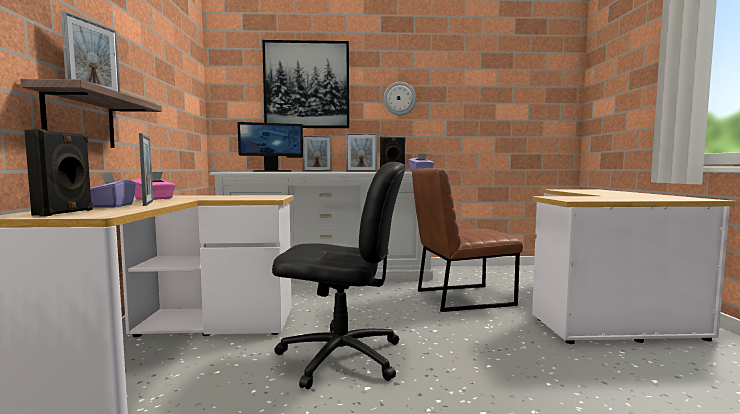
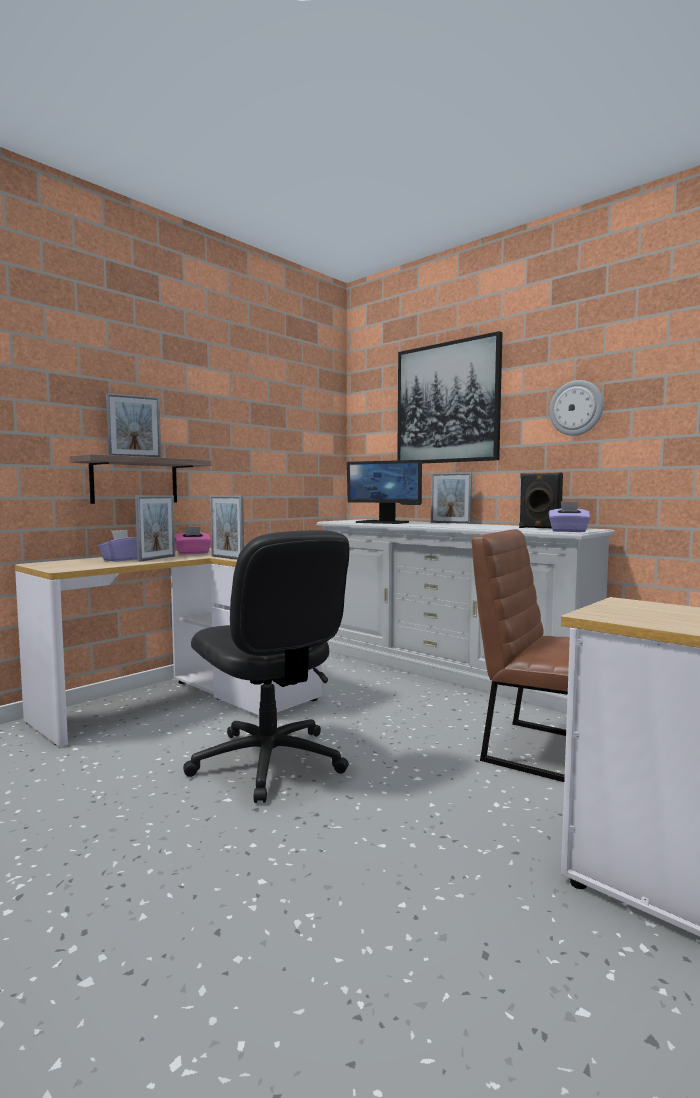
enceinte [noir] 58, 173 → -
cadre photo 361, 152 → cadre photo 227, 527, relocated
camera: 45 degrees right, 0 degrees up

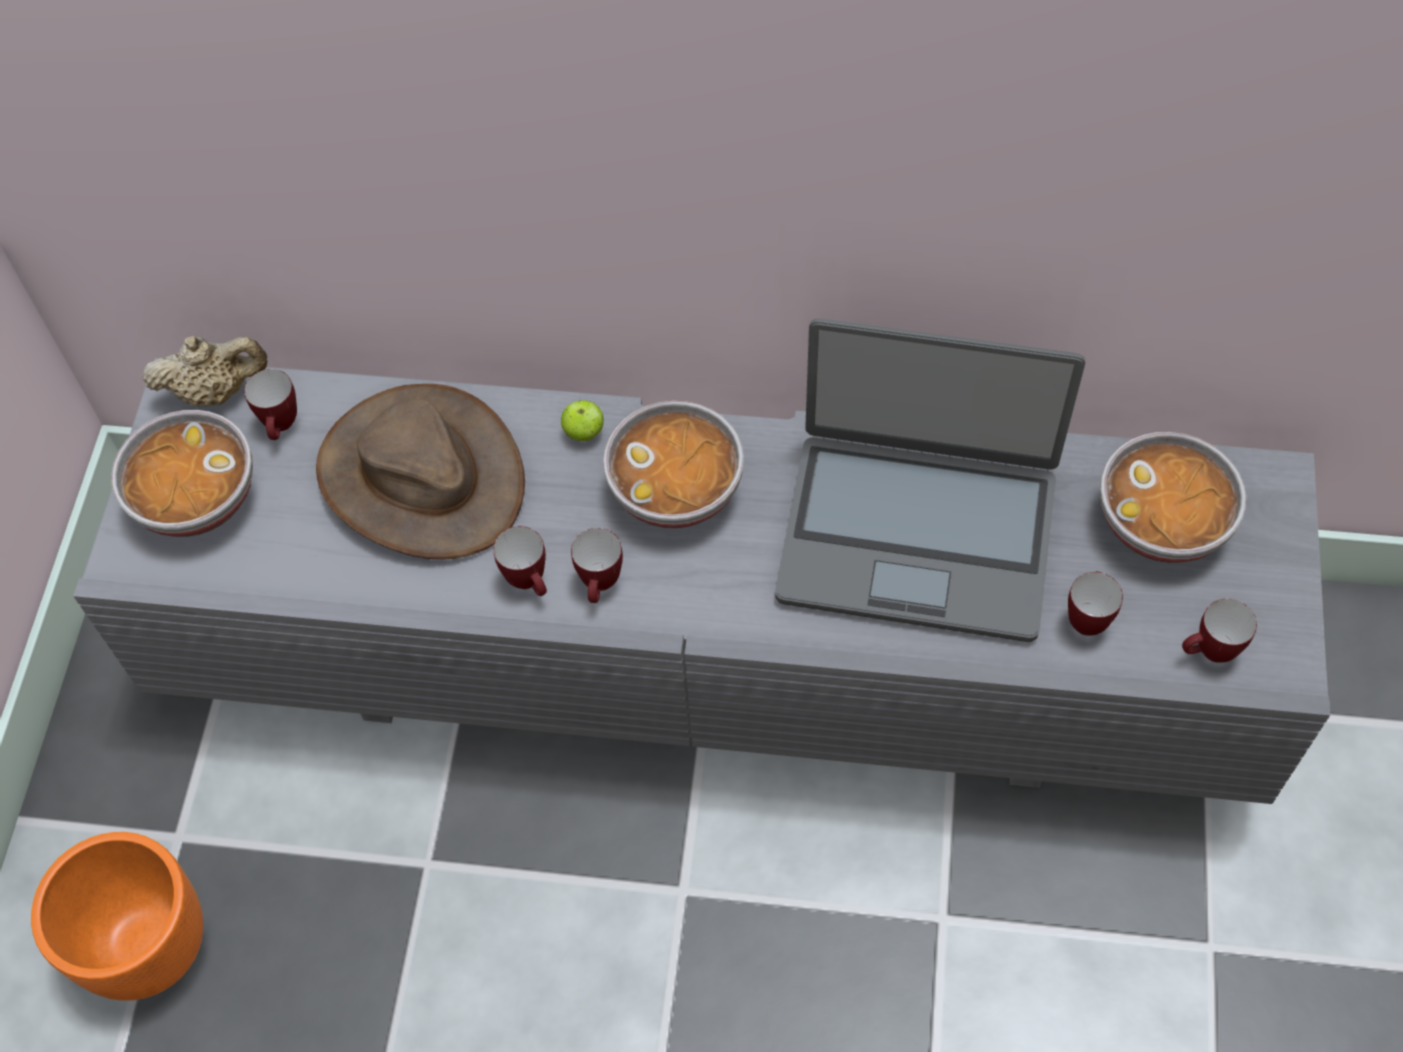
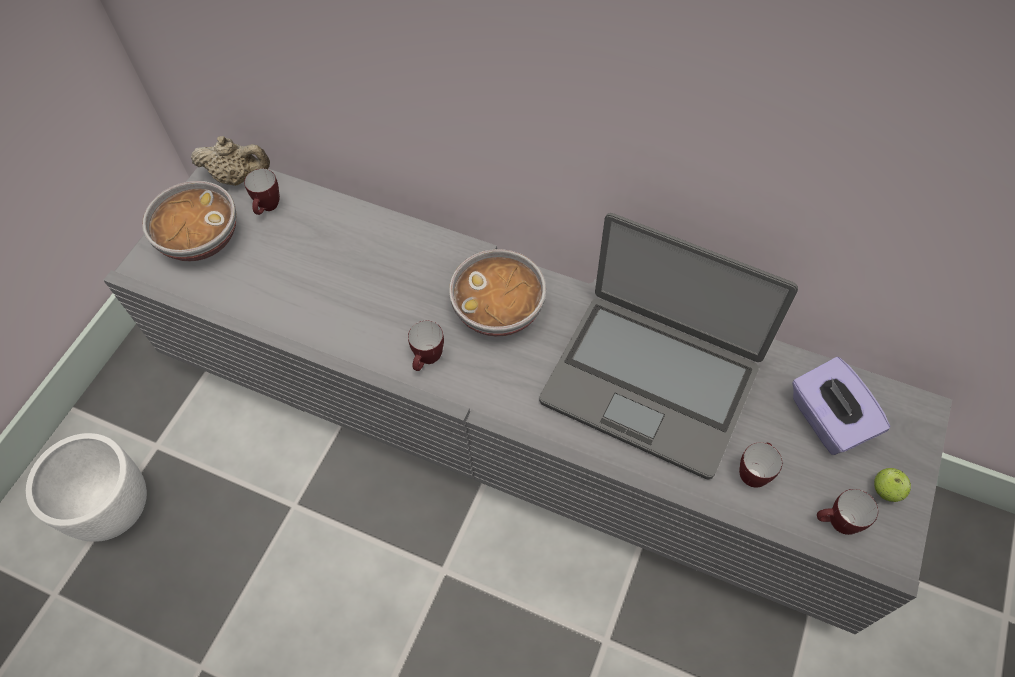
chapeau [marron] 420, 472 → -
pomme 582, 420 → pomme 892, 485, relocated
bol 1173, 497 → boîte à mouchoirs [violet] 841, 406
mug 520, 561 → -
cache-pot [orange] 117, 916 → cache-pot [blanc] 86, 487
camera: 15 degrees right, 0 degrees up

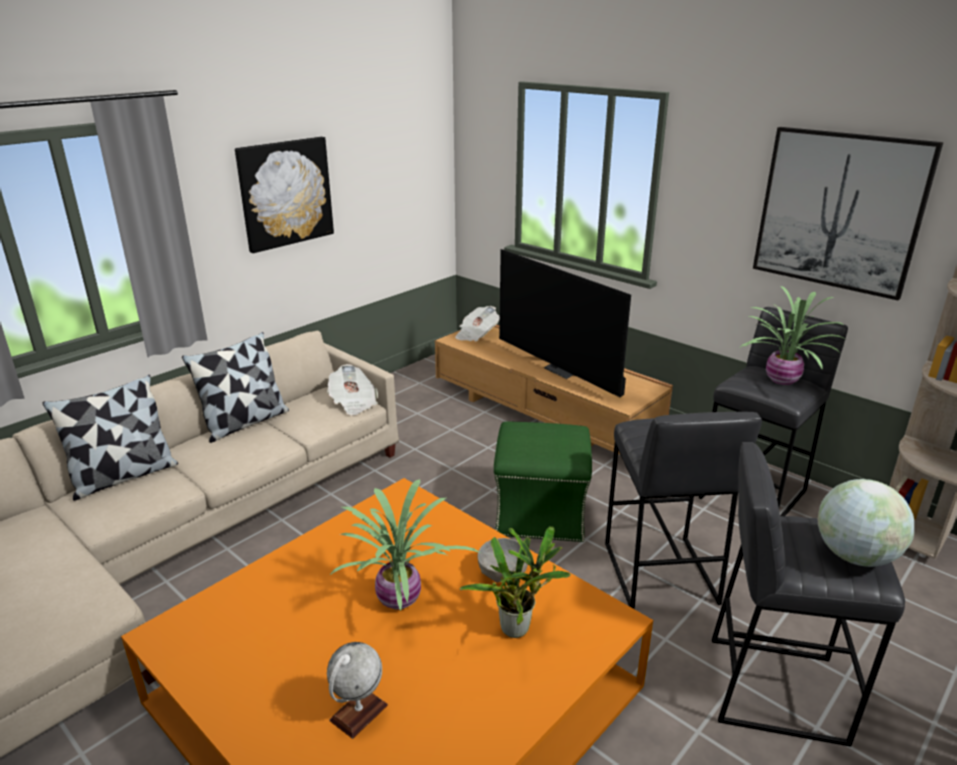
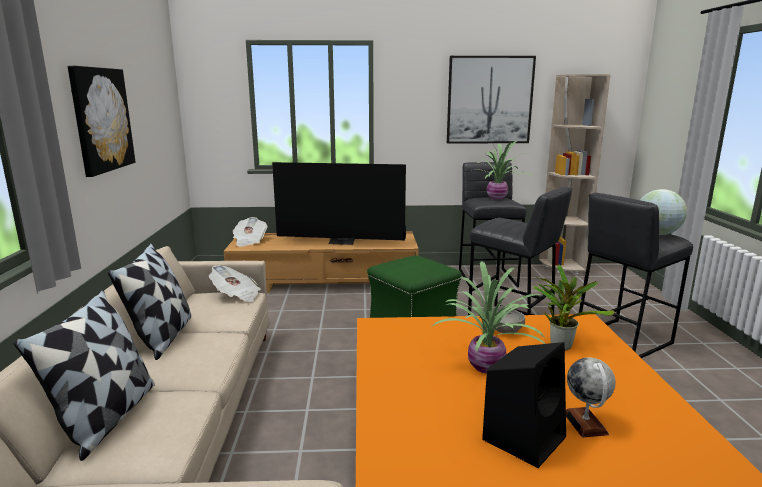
- → enceinte [noir] 524, 405
camera: 45 degrees left, 10 degrees down

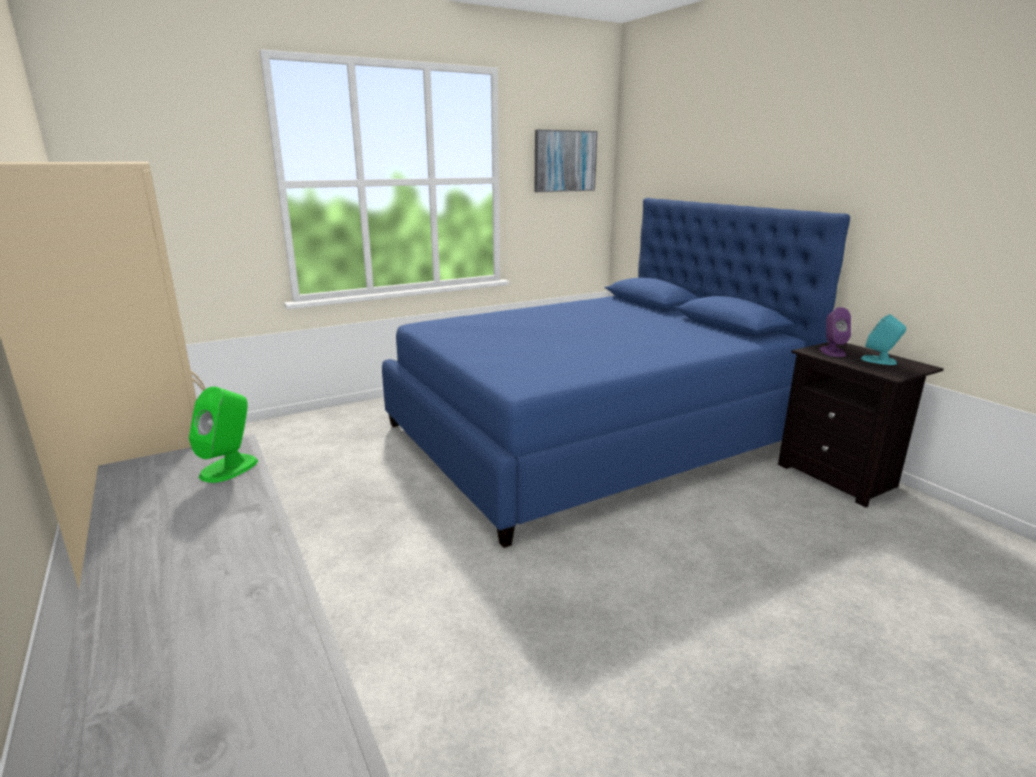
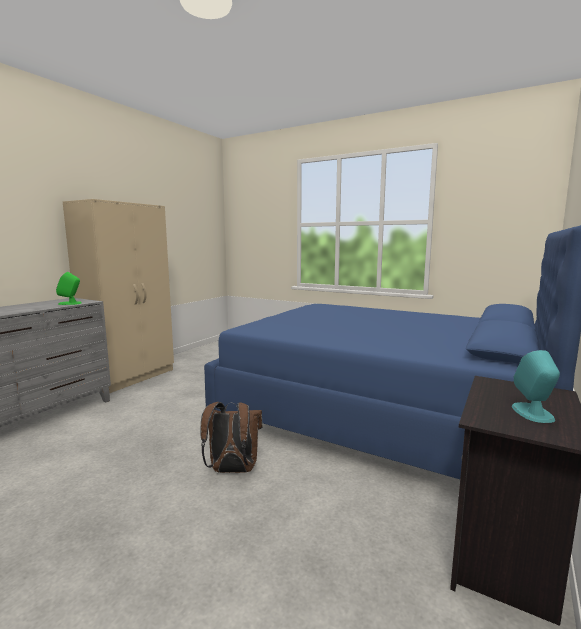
tableau 566, 161 → -
enceinte [violet] 835, 332 → -
- → sac à dos [marron] 231, 437
camera: 60 degrees right, 10 degrees down

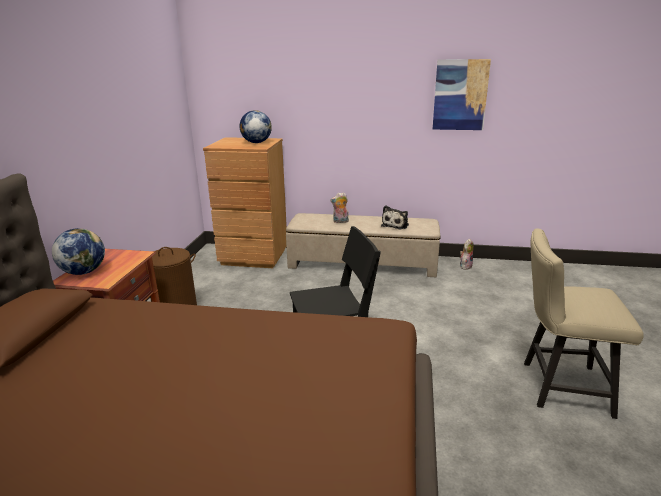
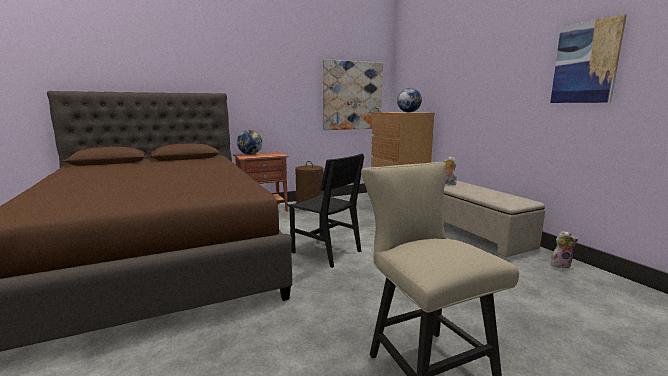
peluche 395, 217 → -
- → tableau 353, 94
camera: 55 degrees right, 10 degrees down

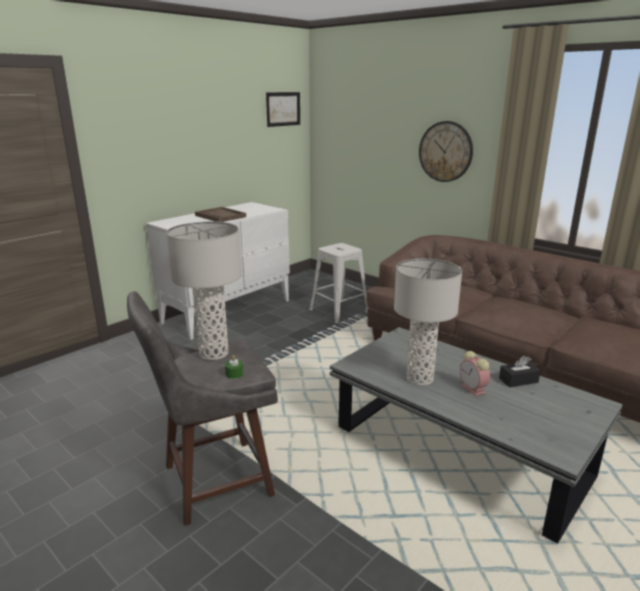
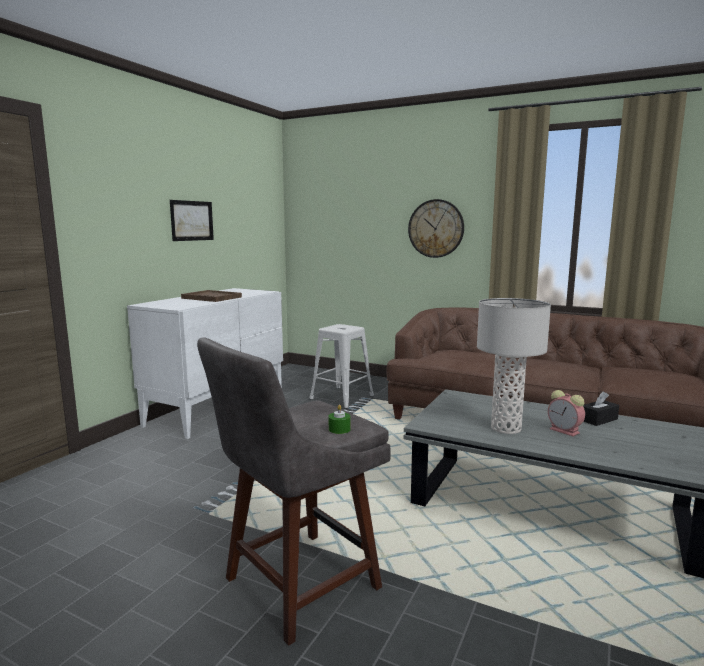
tableau 283, 109 → tableau 192, 220, relocated
lampe de table [blanc] 204, 290 → -
camera: 15 degrees left, 10 degrees down

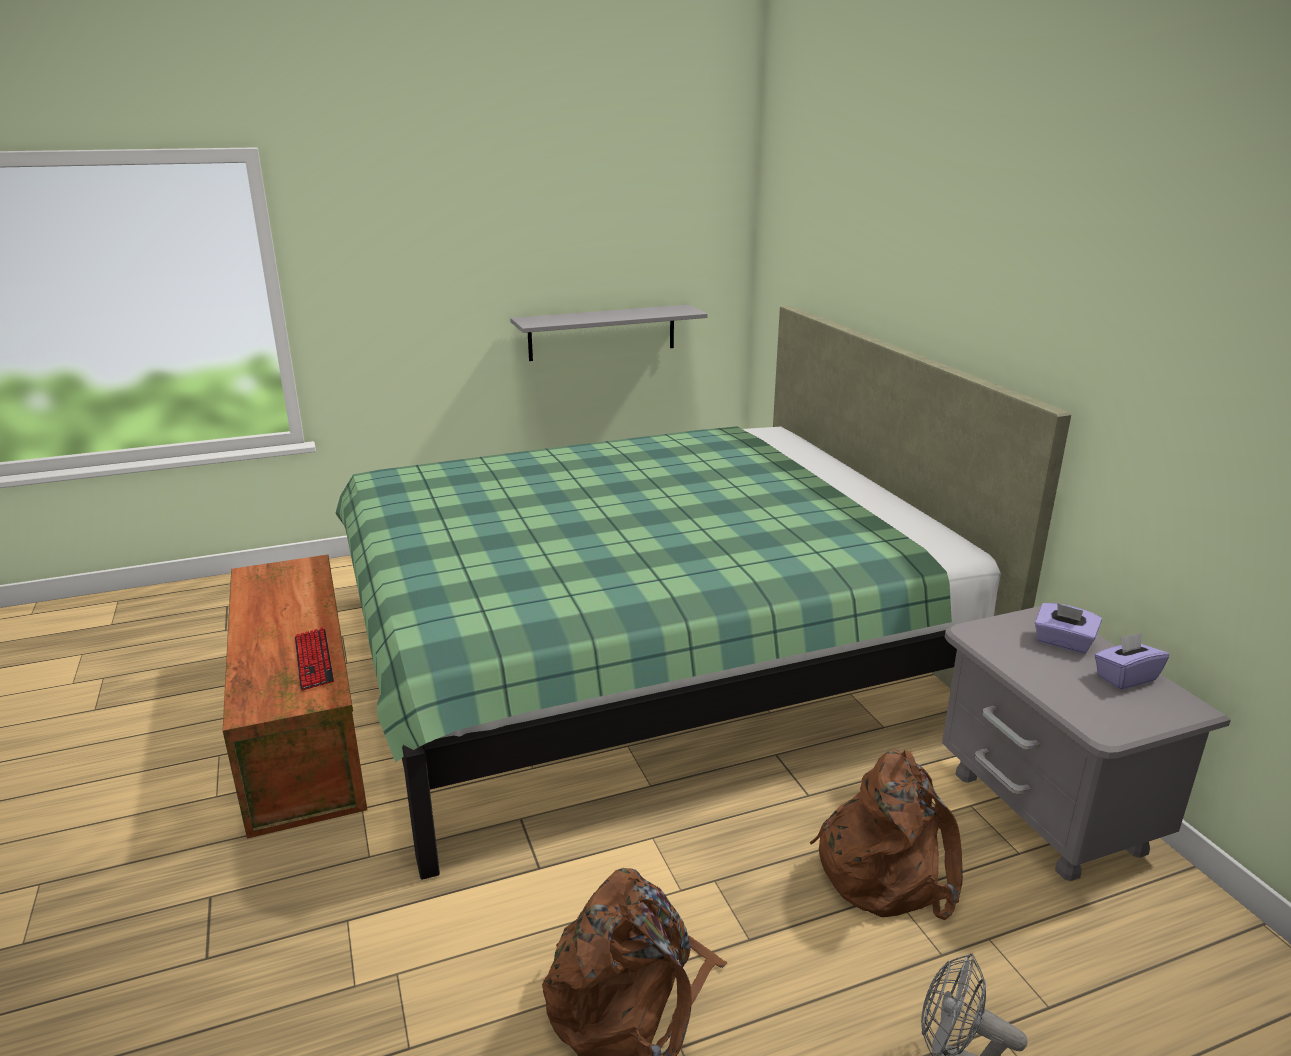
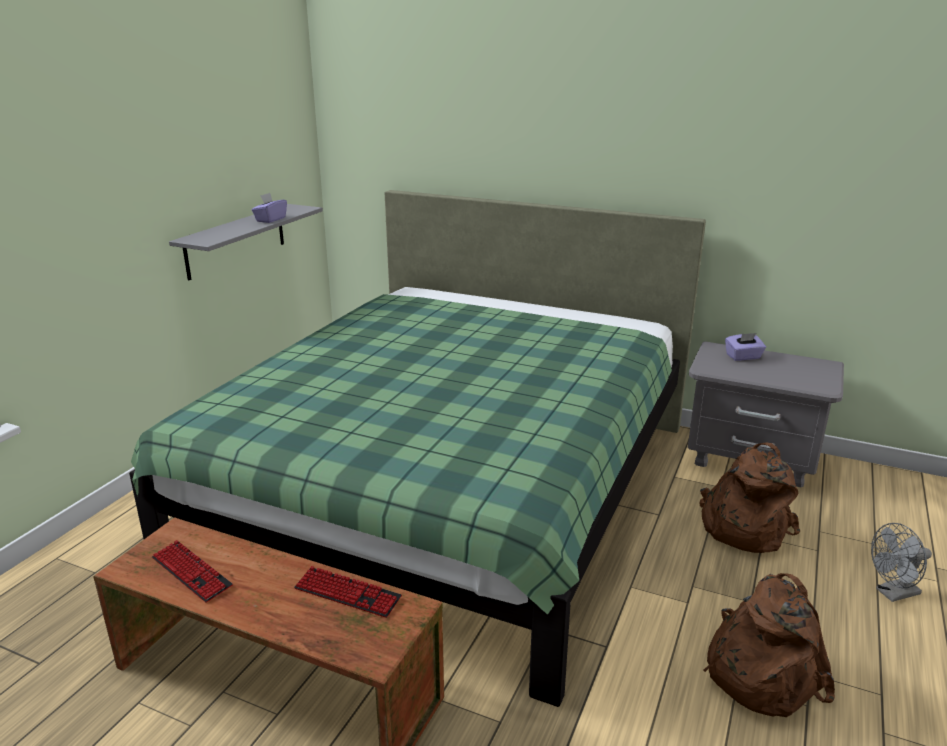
boîte à mouchoirs [violet] 1131, 661 → boîte à mouchoirs [violet] 269, 208, relocated
- → clavier 192, 571
camera: 45 degrees left, 0 degrees up

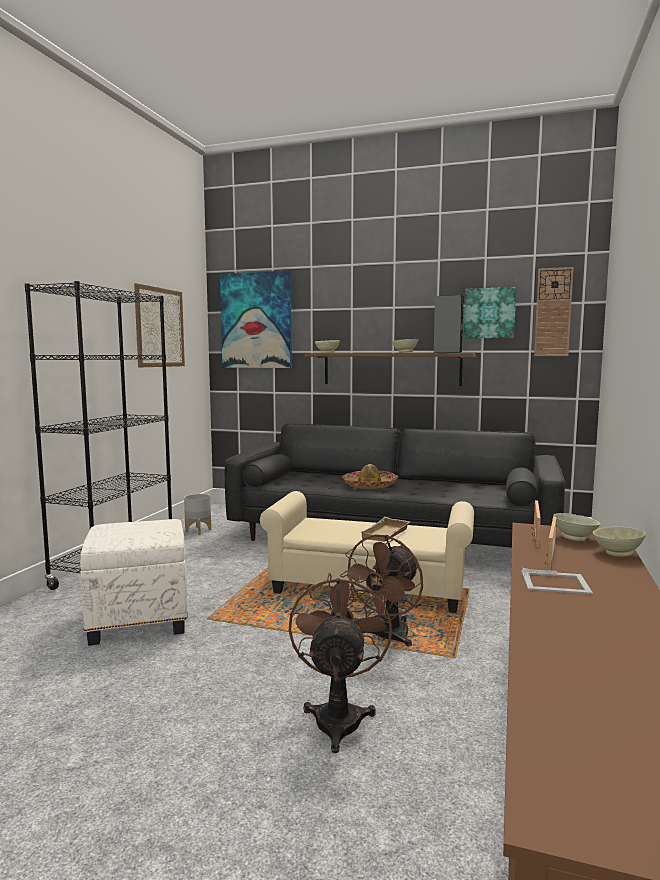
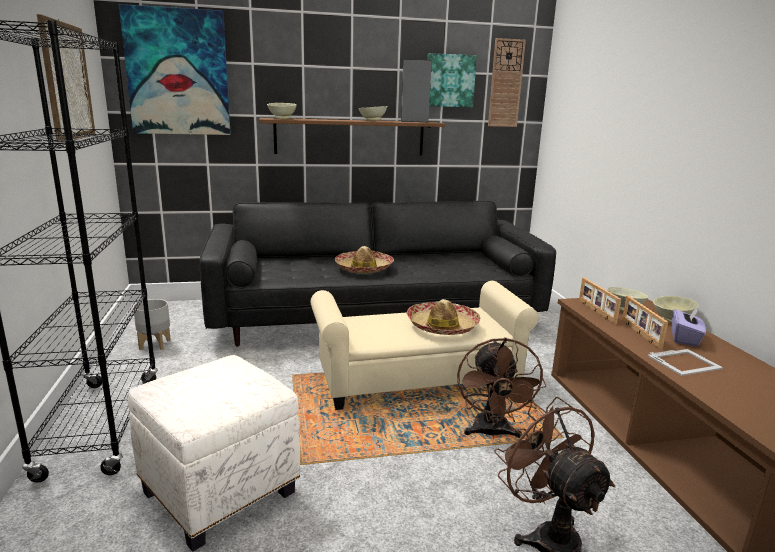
plateau [beige] 386, 529 → chapeau 443, 317
- → boîte à mouchoirs [violet] 689, 326
camera: 30 degrees left, 10 degrees up

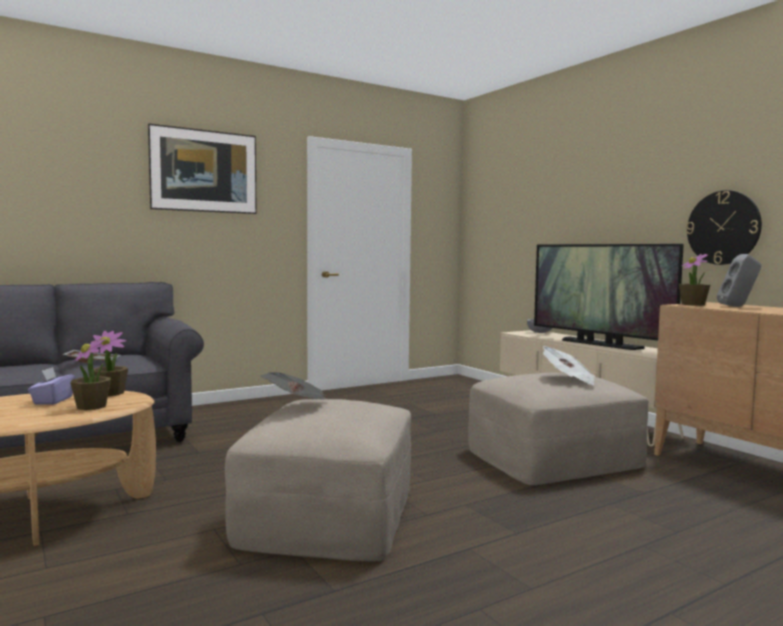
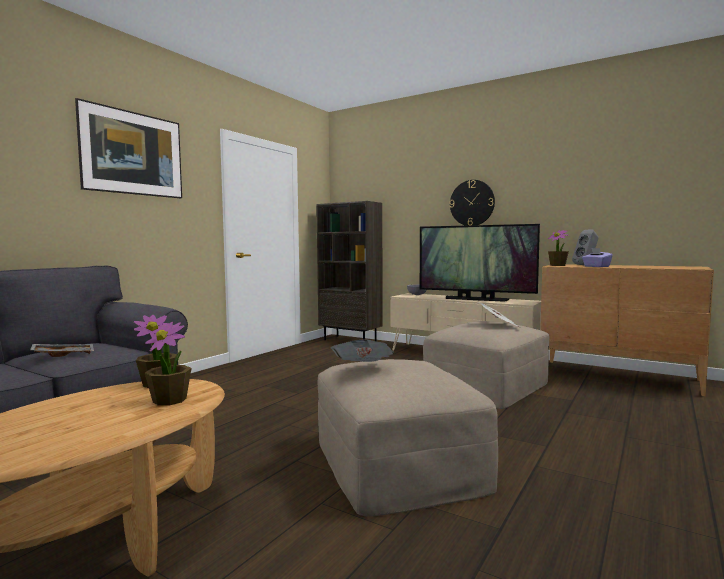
horloge murale 724, 227 → horloge murale 472, 203, relocated
boîte à mouchoirs [violet] 51, 386 → boîte à mouchoirs [violet] 597, 257, relocated
- → bibliothèque [marron] 349, 271
camera: 25 degrees left, 0 degrees up

